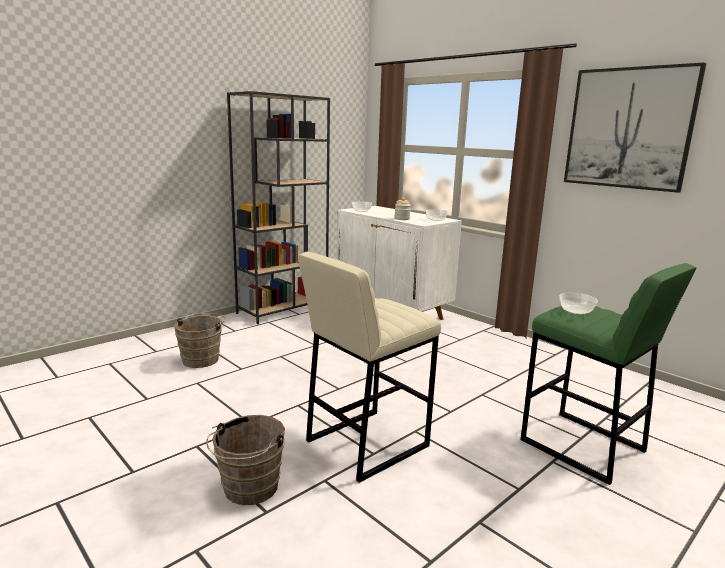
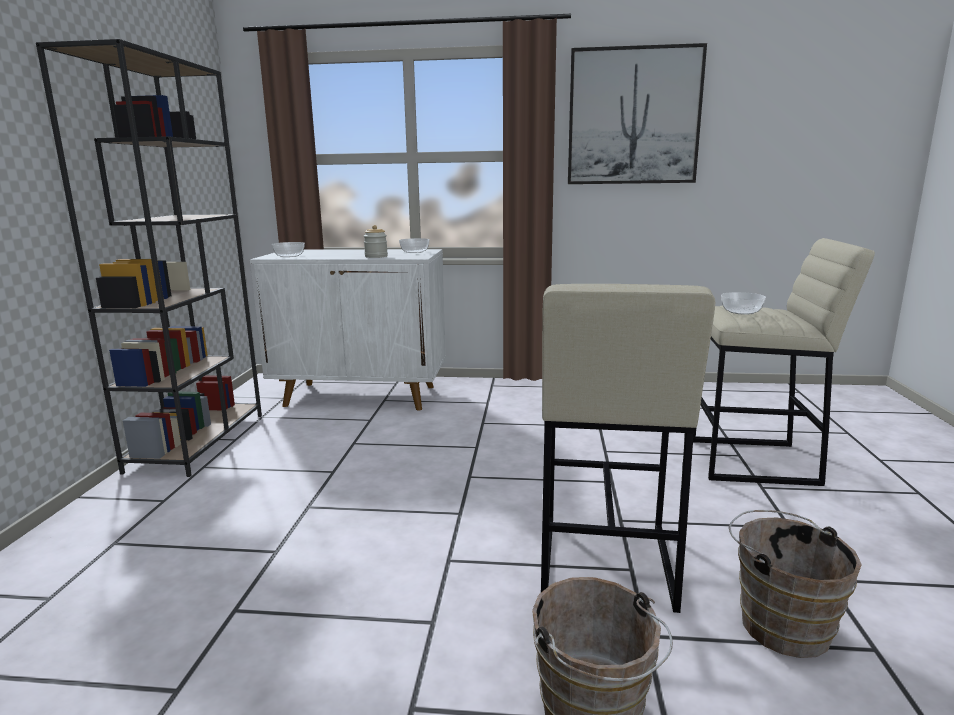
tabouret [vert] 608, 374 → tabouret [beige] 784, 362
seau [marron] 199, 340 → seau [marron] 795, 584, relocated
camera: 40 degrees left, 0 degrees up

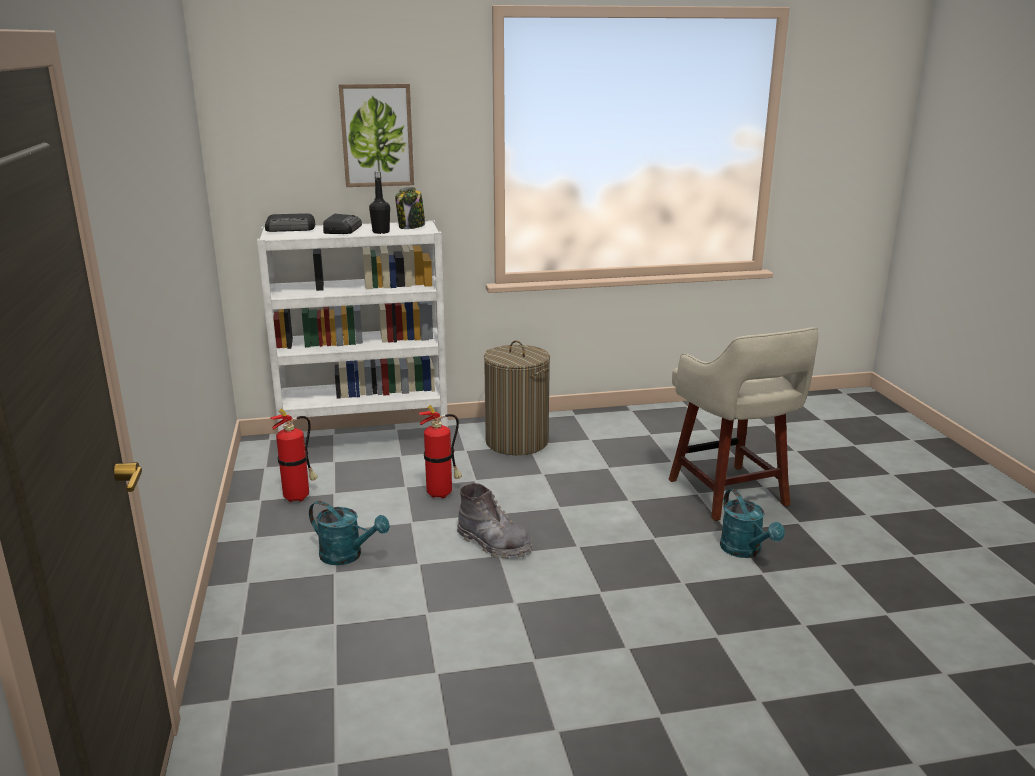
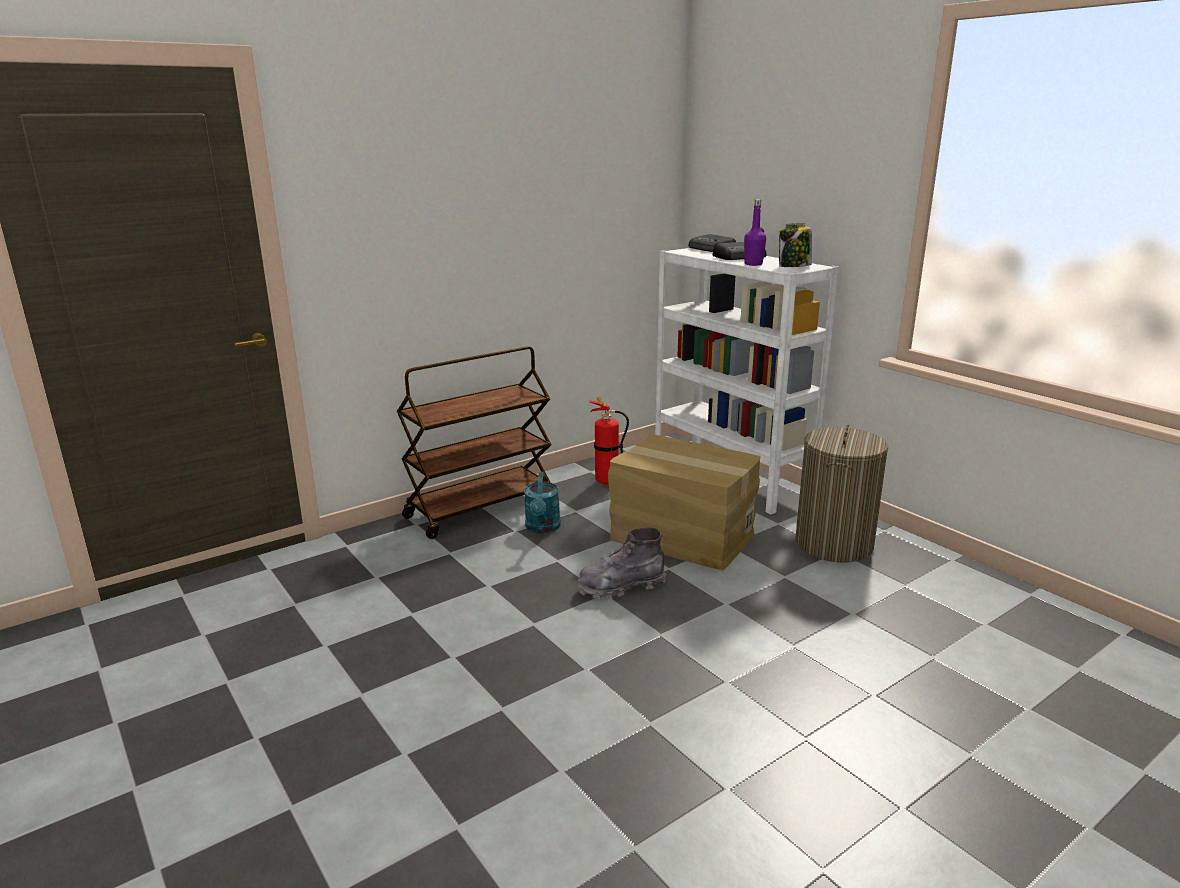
tableau 376, 135 → -
bouteille [noir] 379, 202 → bouteille [violet] 755, 232
tabouret [beige] 743, 424 → -
extincteur 440, 452 → carton 684, 502
botte [gris] 494, 521 → botte [gris] 621, 563, 60 degrees clockwise
arrosoir [turquoise] 752, 523 → -
- → chariot [marron] 474, 442
camera: 65 degrees right, 0 degrees up

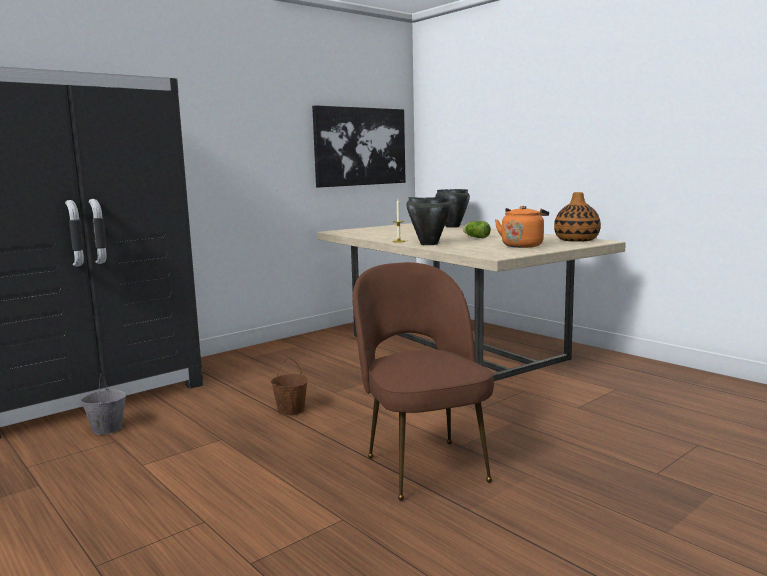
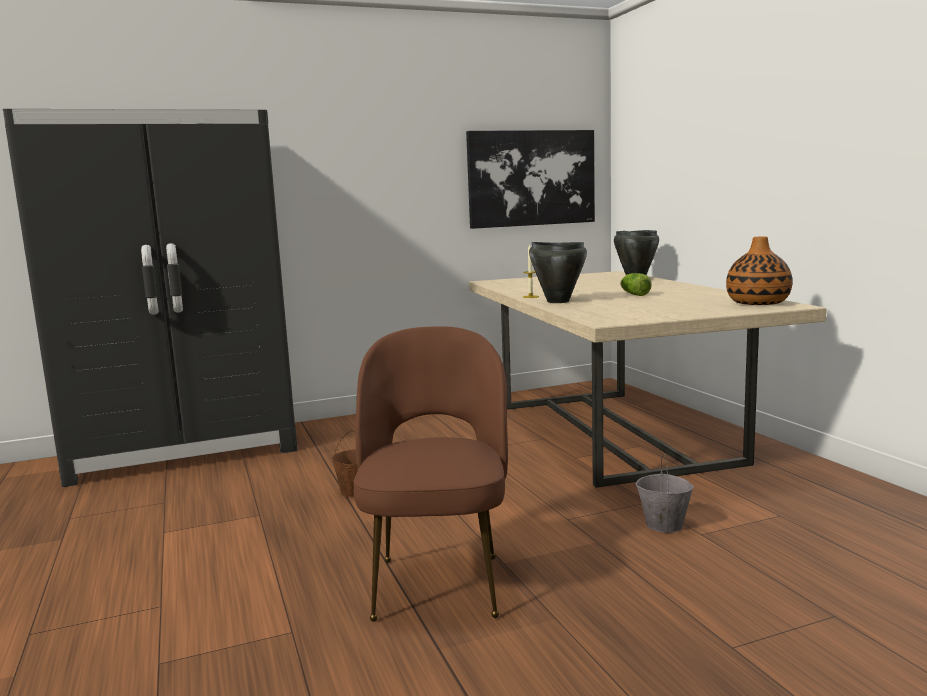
bouilloire [orange] 522, 227 → -
seau [gris] 103, 404 → seau [gris] 665, 493, relocated
camera: 20 degrees right, 0 degrees up

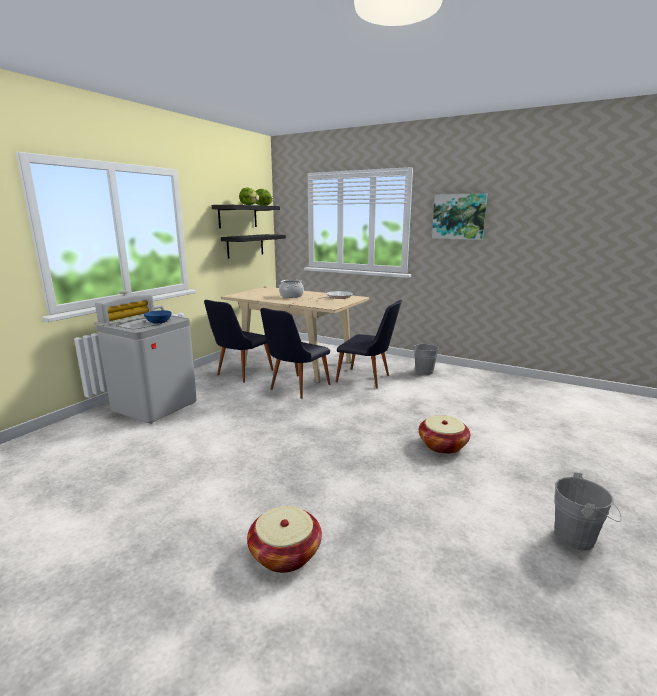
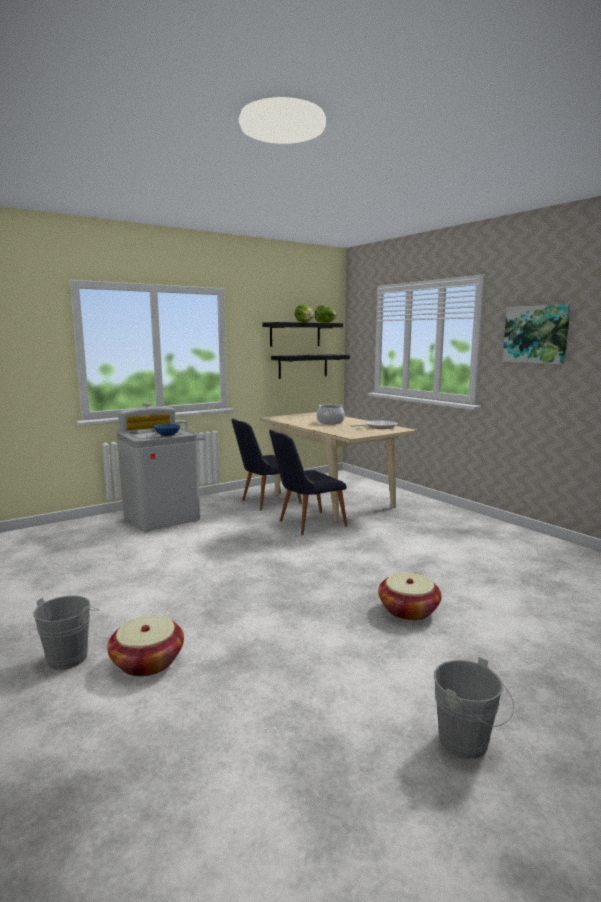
chaise [noir] 369, 344 → -
seau [gris] 426, 359 → seau [gris] 66, 632, relocated
camera: 25 degrees right, 5 degrees down

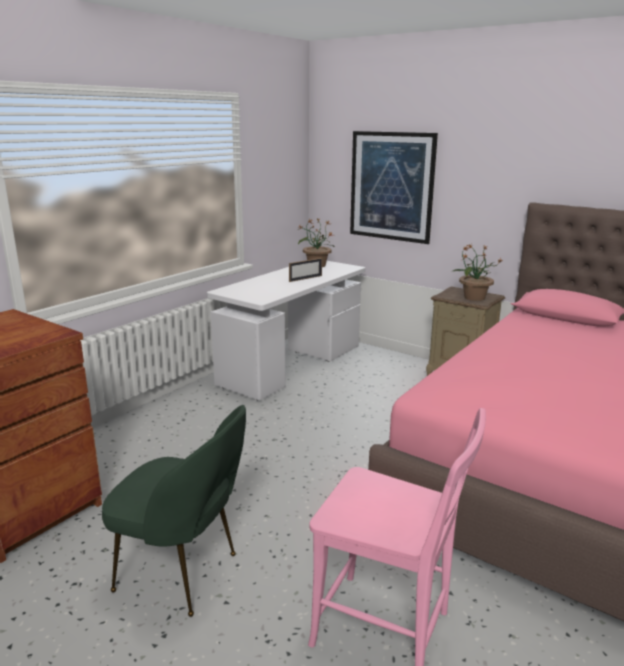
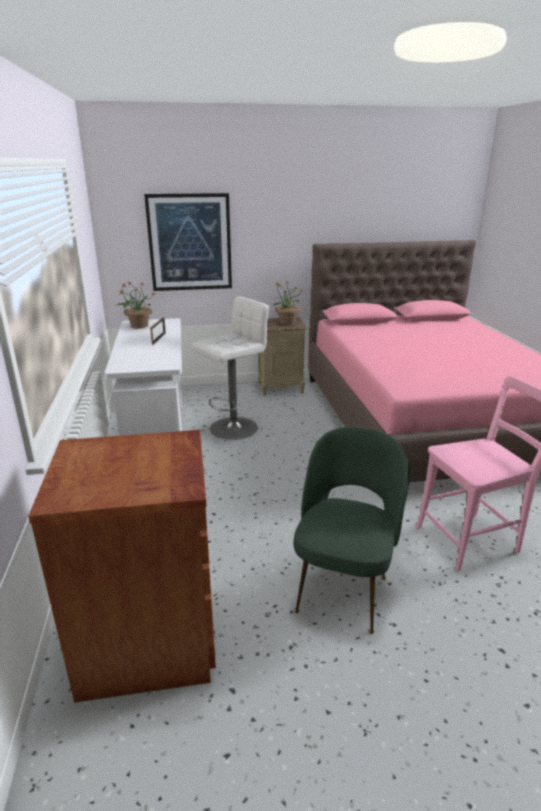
chaise [vert] 174, 511 → chaise [vert] 351, 530, 45 degrees counterclockwise
- → tabouret [blanc] 230, 368
camera: 45 degrees left, 5 degrees up

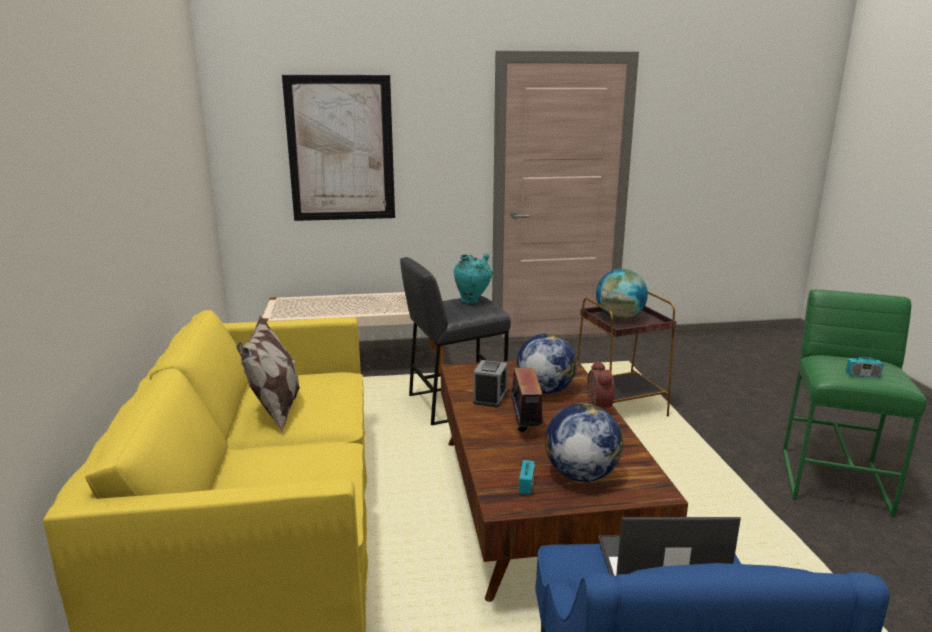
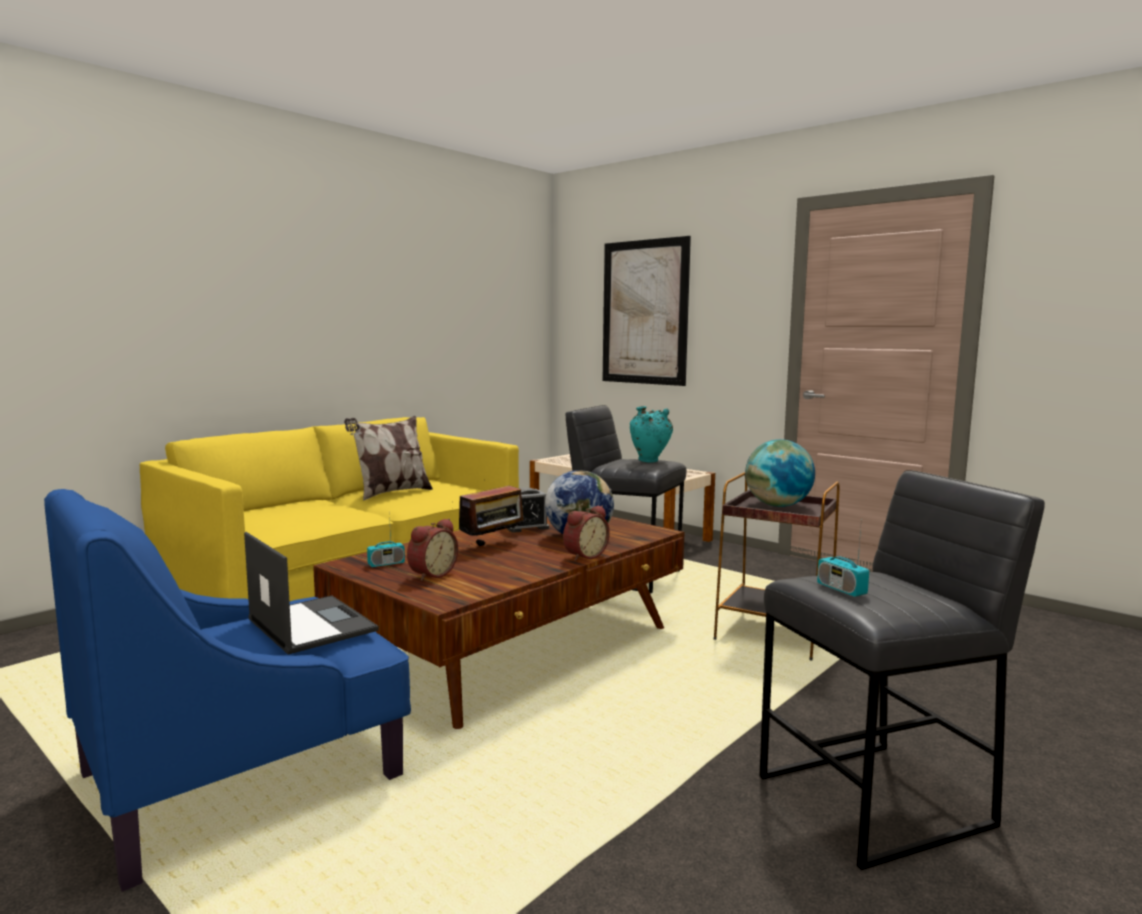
tabouret [vert] 855, 403 → tabouret [gris] 902, 670
globe 584, 442 → réveil 432, 550
camera: 50 degrees right, 10 degrees down

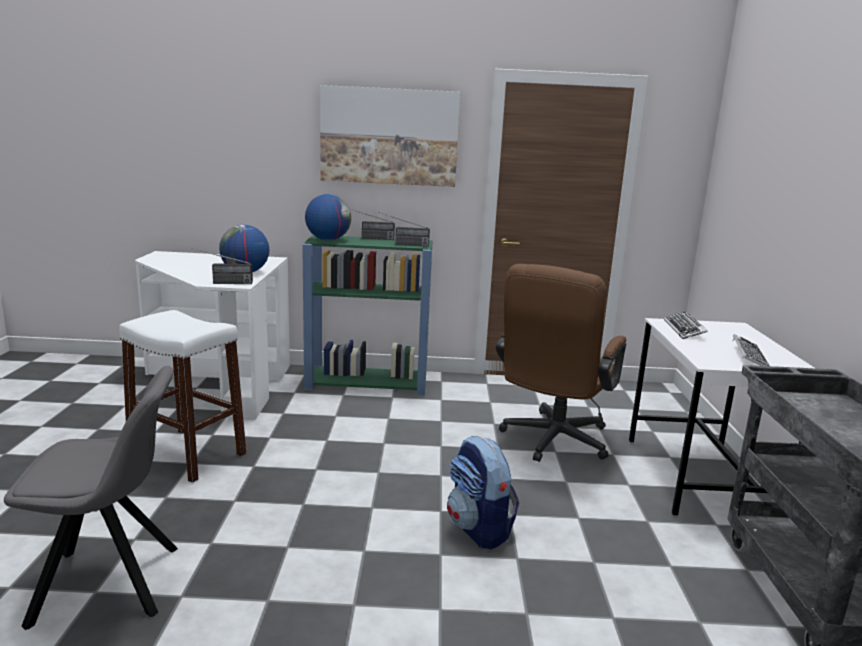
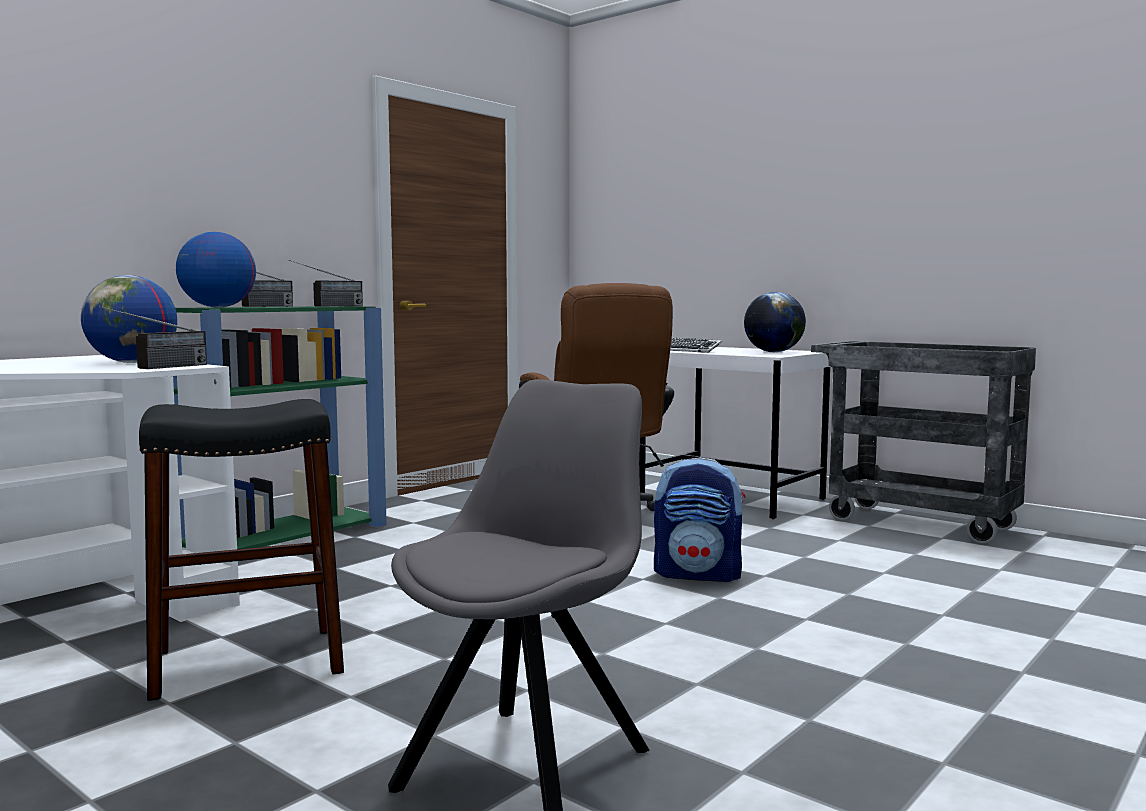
tableau 390, 136 → -
tabouret [blanc] 183, 396 → tabouret [noir] 241, 550
clavier 751, 350 → globe 775, 322
camera: 50 degrees left, 10 degrees down

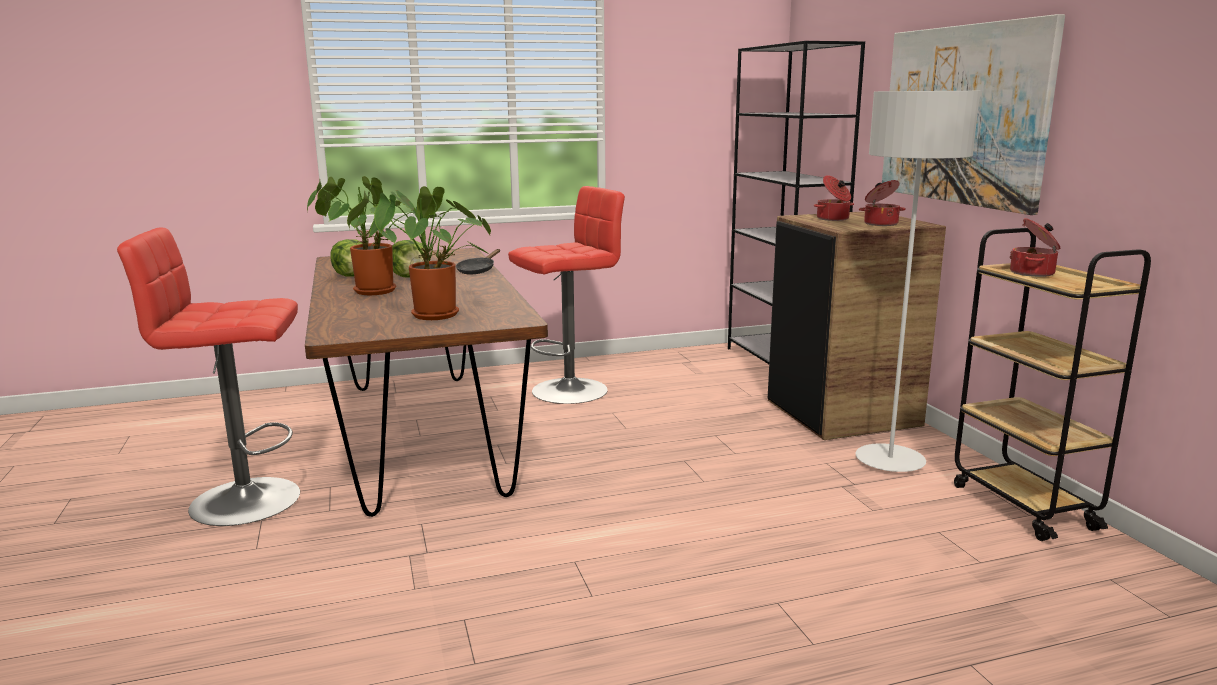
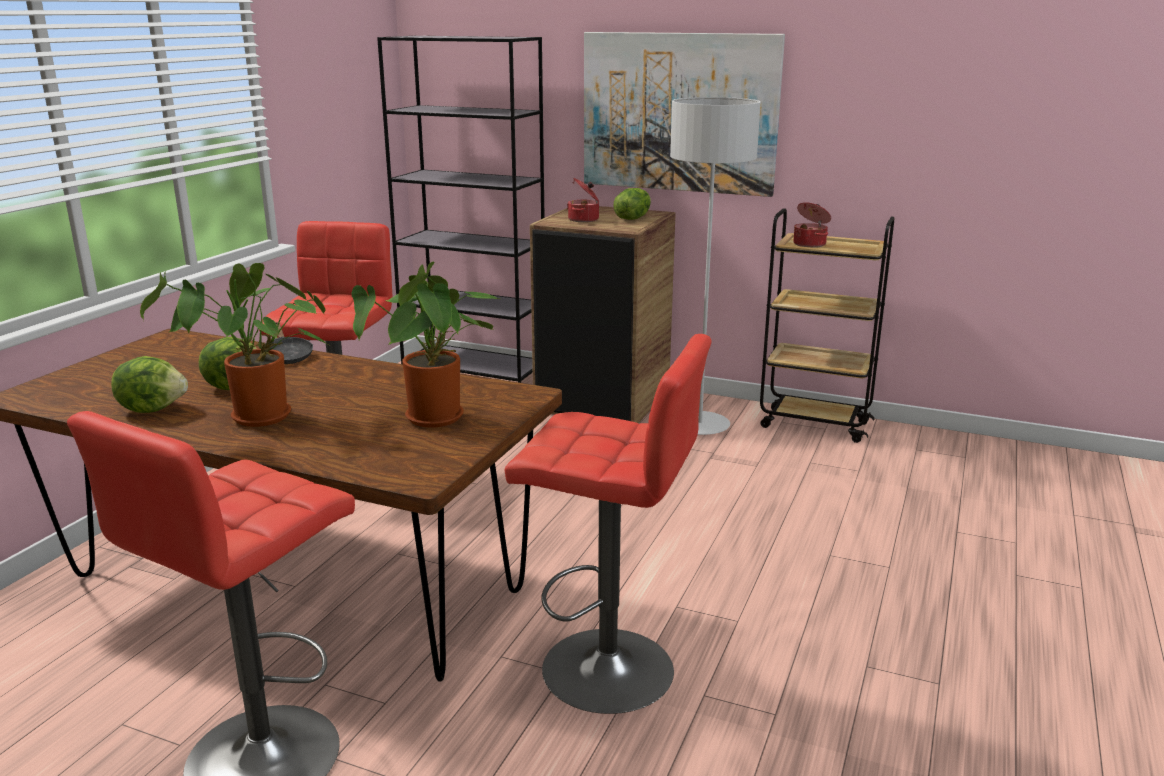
marmite 882, 203 → laitue 632, 204
- → tabouret [rouge] 608, 524
camera: 50 degrees left, 5 degrees up

